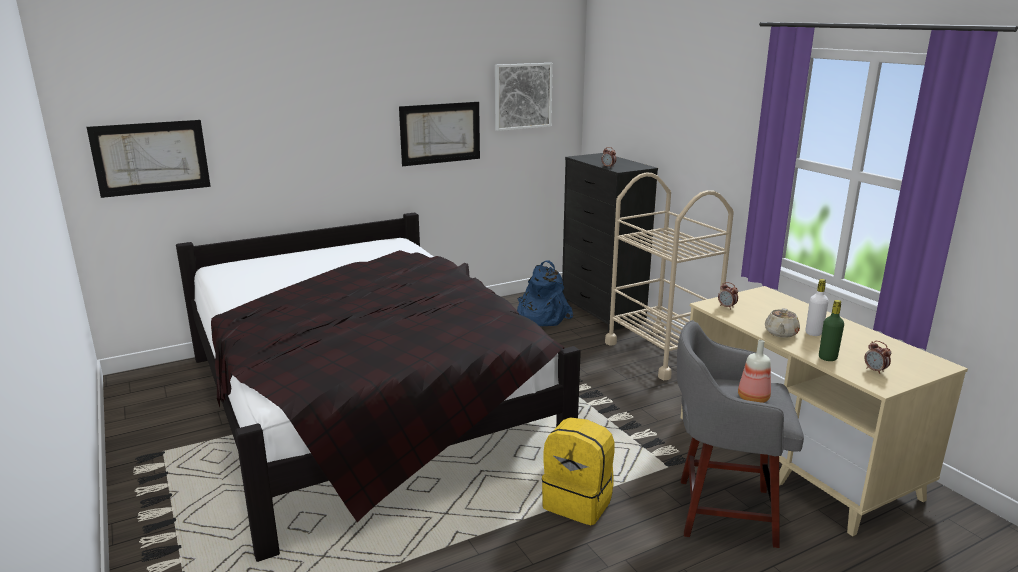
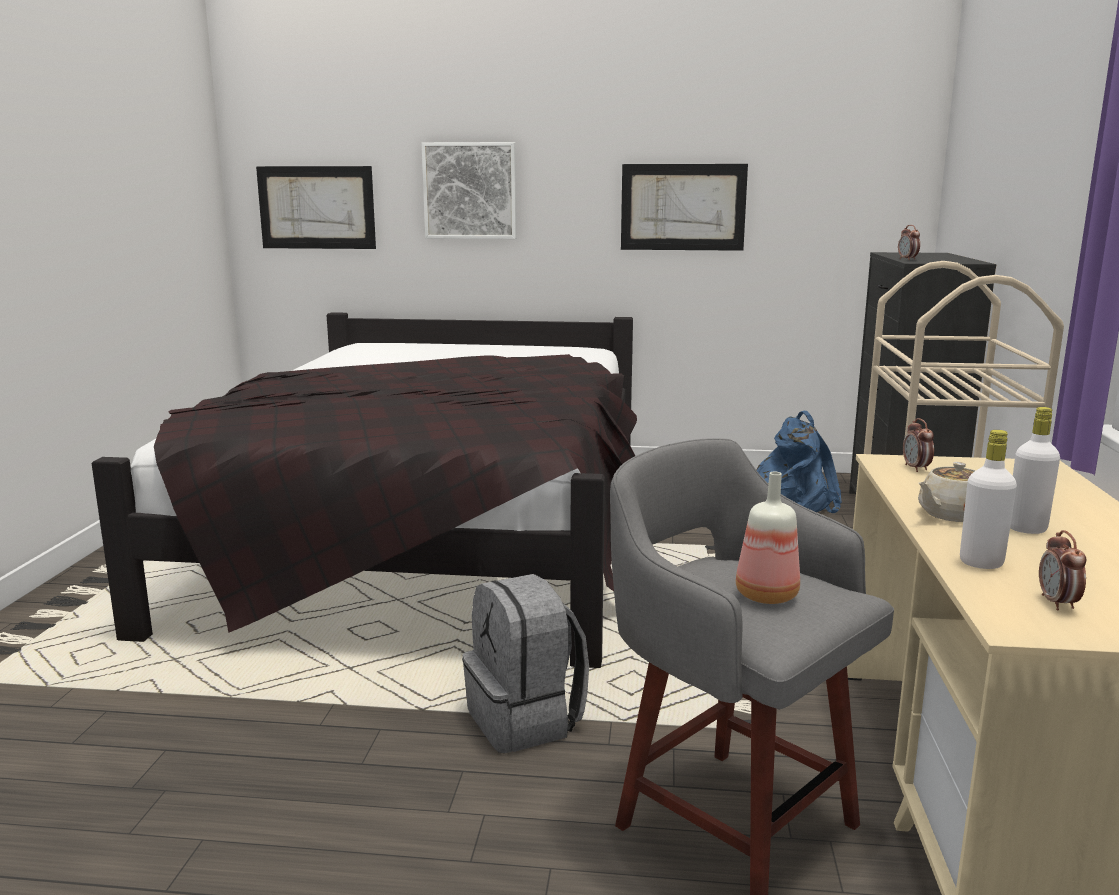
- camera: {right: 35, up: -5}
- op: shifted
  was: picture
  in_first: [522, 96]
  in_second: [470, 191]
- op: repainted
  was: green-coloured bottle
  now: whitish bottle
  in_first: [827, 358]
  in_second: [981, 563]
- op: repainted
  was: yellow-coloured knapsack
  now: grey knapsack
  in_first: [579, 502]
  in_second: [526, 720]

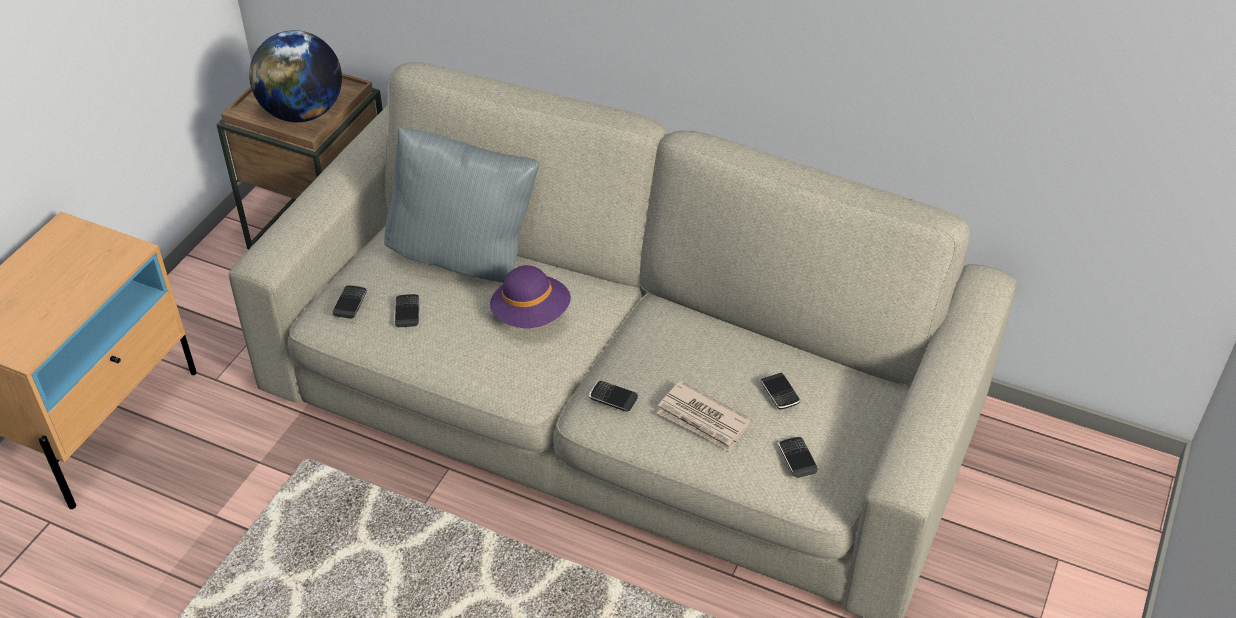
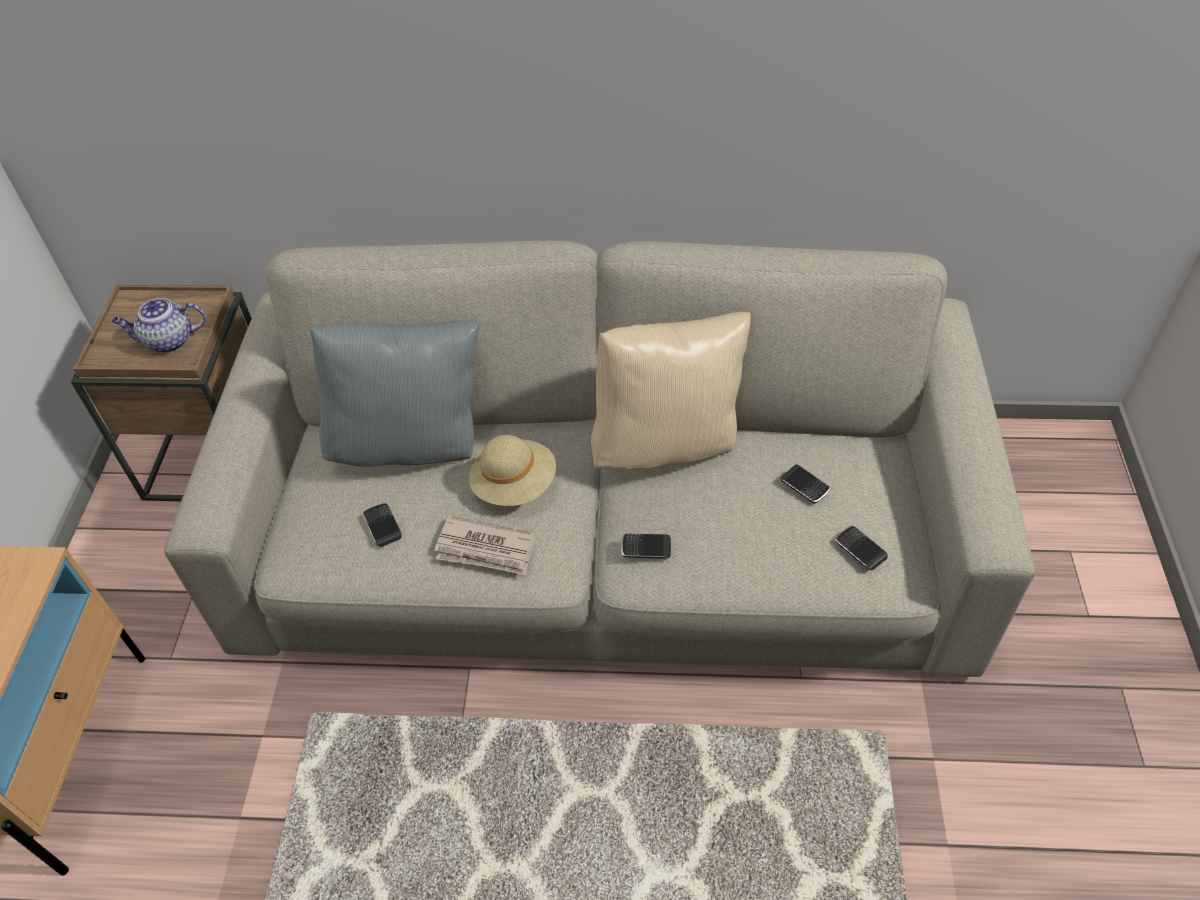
- camera: {right: -20, up: 5}
- op: swapped
  was: globe
  now: tea pot
  in_first: [302, 113]
  in_second: [168, 341]
- op: repainted
  was: purplish hat
  now: beige-coloured hat
  in_first: [531, 315]
  in_second: [514, 485]
- op: gone
  was: handset
  in_first: [350, 303]
- op: shifted
  was: daily paper
  in_first: [703, 419]
  in_second: [486, 549]
- op: new
  now: beige-coloured throw pillow
  in_second: [667, 444]

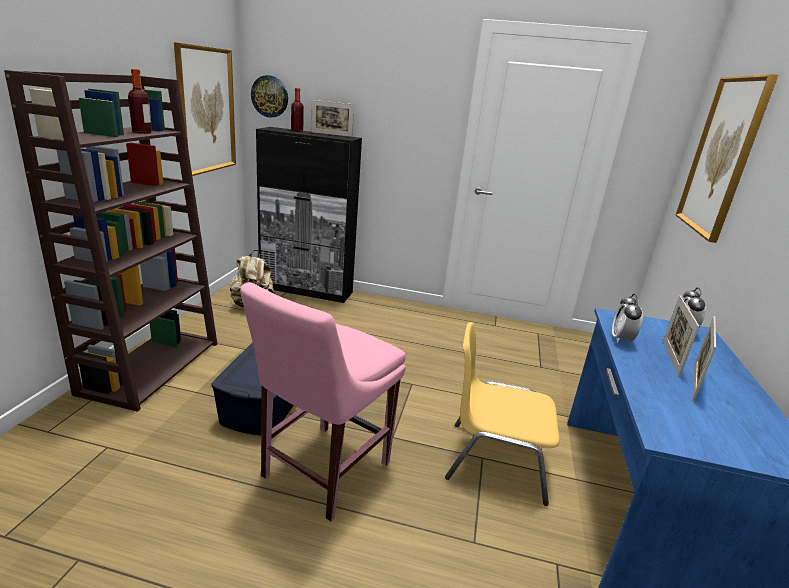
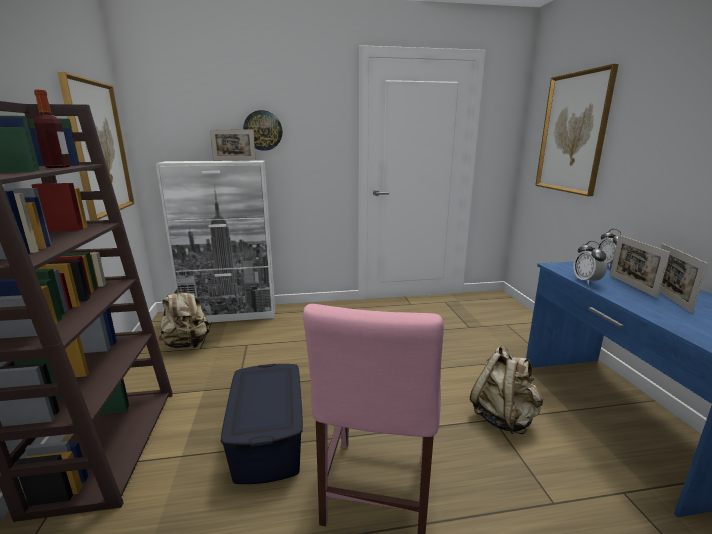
- camera: {right: -20, up: -5}
- op: shifted
  was: clock on the wall
  in_first: [270, 96]
  in_second: [263, 130]
- op: gone
  was: bottle
  in_first: [297, 130]
- op: repainted
  was: blackish cabinet
  now: whitish cabinet
  in_first: [306, 290]
  in_second: [231, 315]
- op: swapped
  was: yellow-coloured chair
  now: beige-coloured knapsack
  in_first: [494, 459]
  in_second: [503, 417]

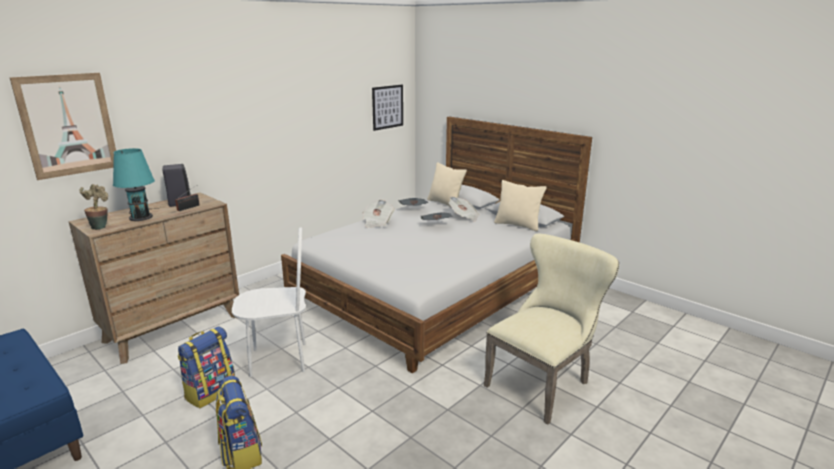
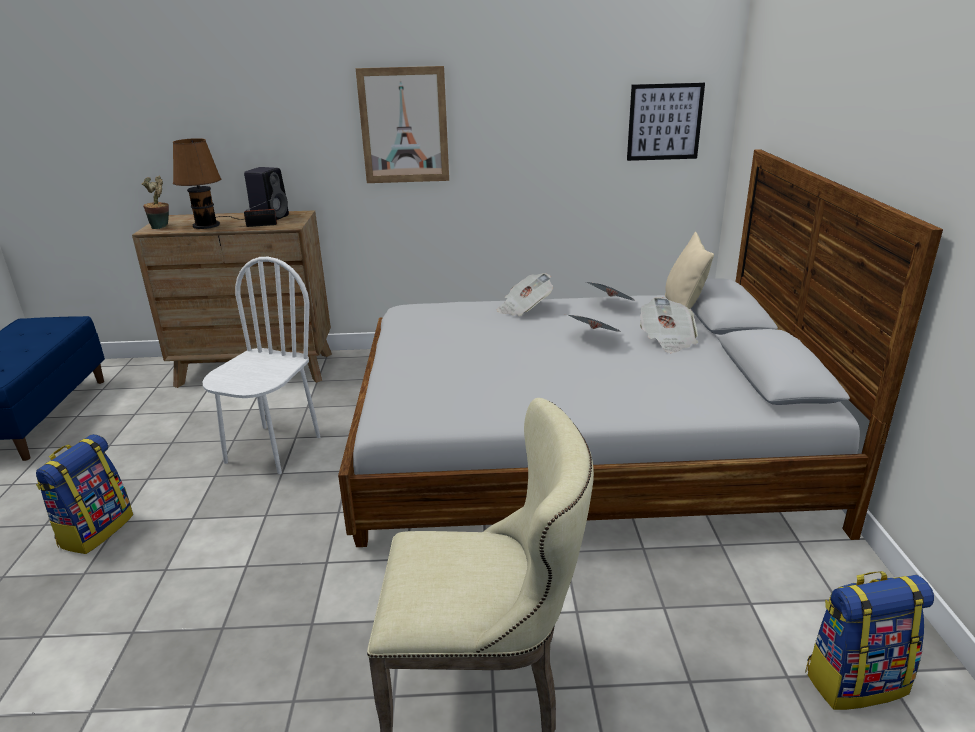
- camera: {right: 45, up: 5}
- op: shifted
  was: picture
  in_first: [68, 125]
  in_second: [404, 126]
- op: repainted
  was: blue-green tabletop lamp
  now: brownish tabletop lamp
  in_first: [141, 216]
  in_second: [208, 224]
- op: gone
  was: beige-coloured throw pillow
  in_first: [518, 225]
- op: rotated
  was: whitish chair
  in_first: [278, 360]
  in_second: [272, 449]
  clockwise: -105
- op: shifted
  was: knapsack
  in_first: [210, 392]
  in_second: [855, 680]

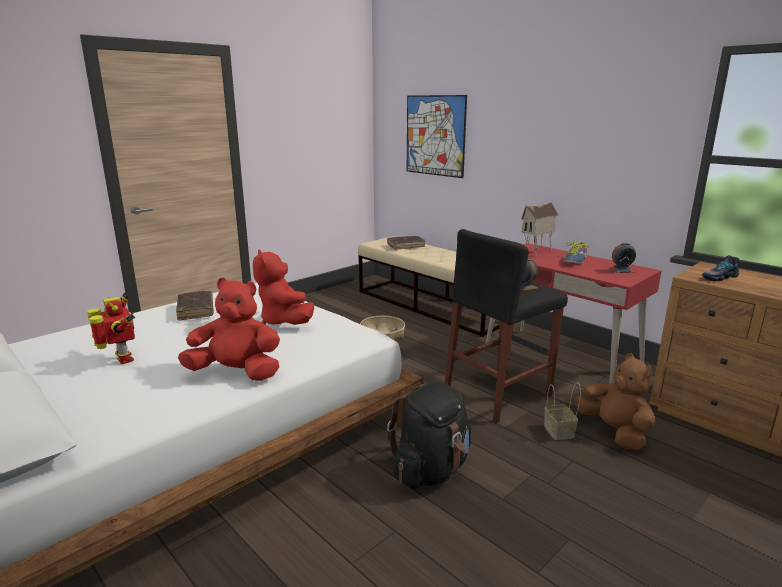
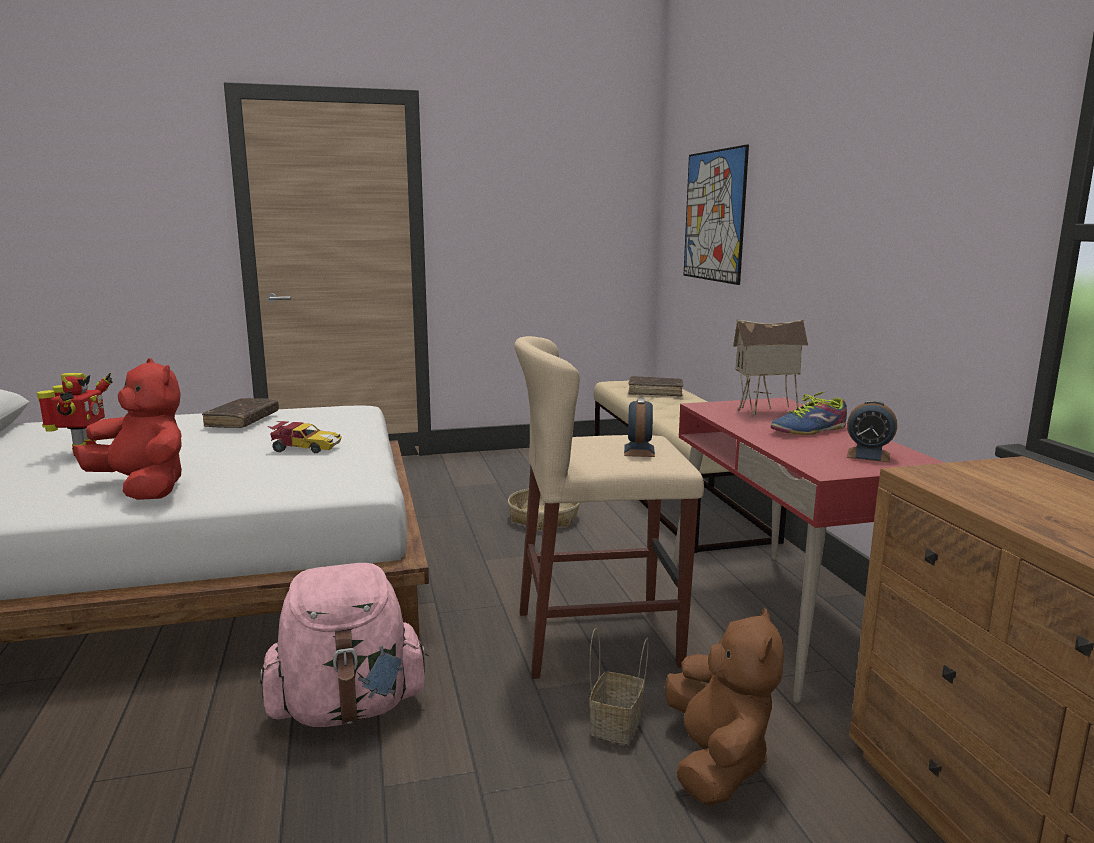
- camera: {right: 30, up: -5}
- op: repainted
  was: blackish sitting stool
  now: beige-coloured sitting stool
  in_first: [498, 393]
  in_second: [598, 638]
- op: swapped
  was: reddish cuddly toy
  now: model car
  in_first: [284, 321]
  in_second: [304, 448]
- op: gone
  was: low shoe
  in_first: [719, 277]
- op: repainted
  was: blackish knapsack
  now: pink-coloured knapsack
  in_first: [431, 470]
  in_second: [348, 708]

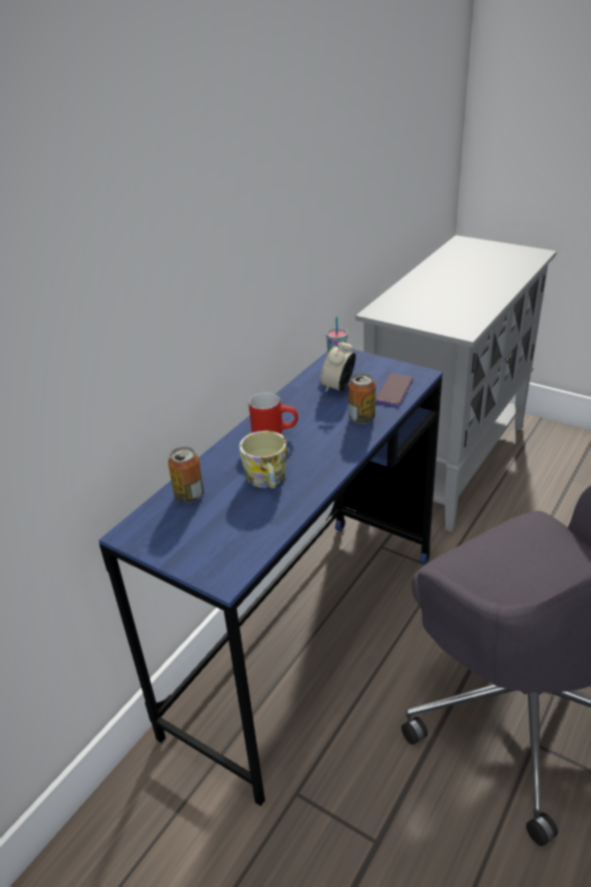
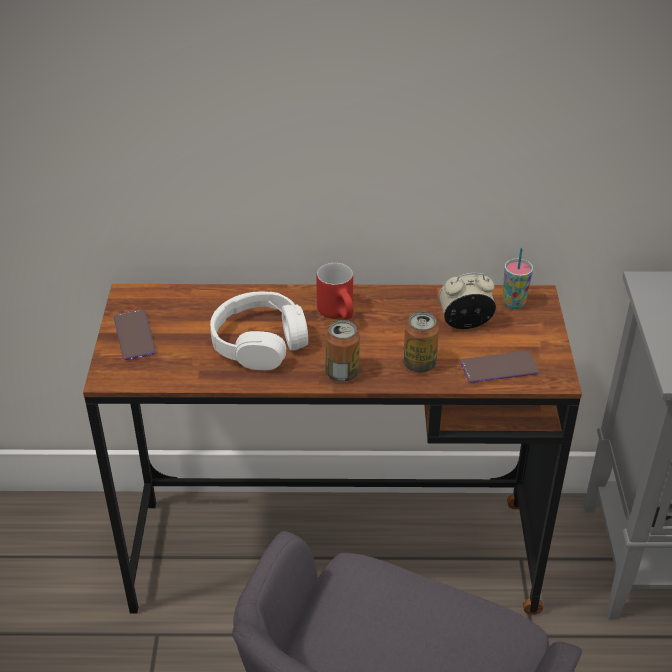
- camera: {right: 55, up: 5}
- op: repainted
  was: blue-coloured desk table
  now: brownish desk table
  in_first: [307, 640]
  in_second: [334, 556]
- op: swapped
  was: tea mug
  now: whitish headset
  in_first: [267, 480]
  in_second: [260, 342]
- op: shifted
  was: can
  in_first: [189, 495]
  in_second: [342, 373]
- op: new
  now: handset
  in_second: [134, 335]

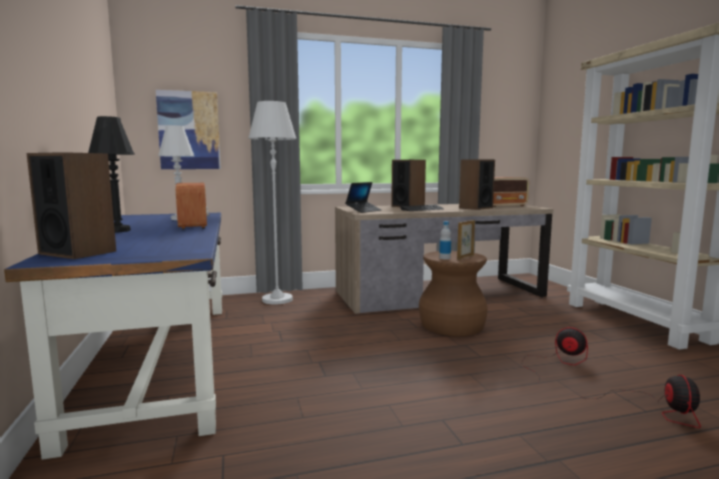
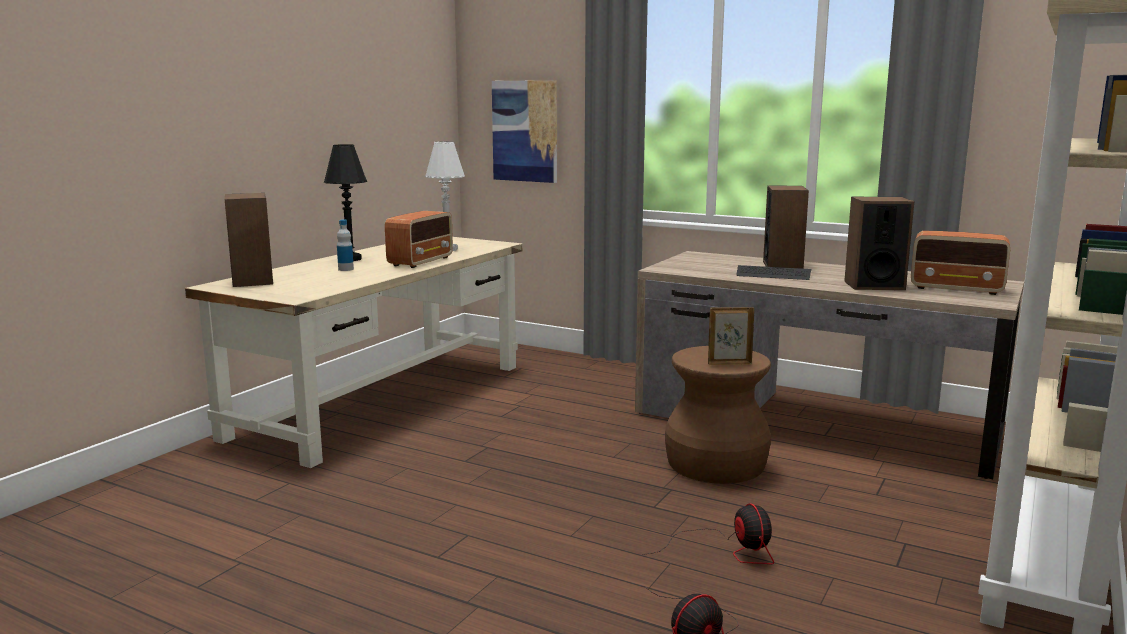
- camera: {right: 45, up: 5}
- op: gone
  was: whitish standing lamp
  in_first: [277, 299]
- op: gone
  was: portable computer
  in_first: [363, 211]
- op: repainted
  was: blue-coloured desk table
  now: beige-coloured desk table
  in_first: [161, 359]
  in_second: [382, 399]
- op: shifted
  was: bottle
  in_first: [444, 258]
  in_second: [346, 269]

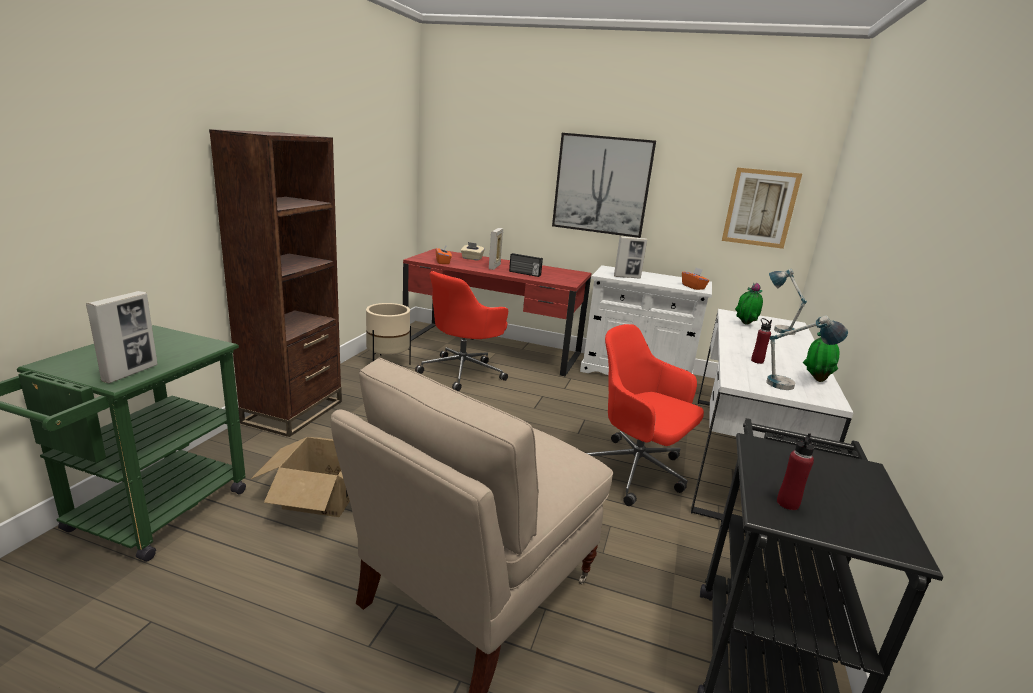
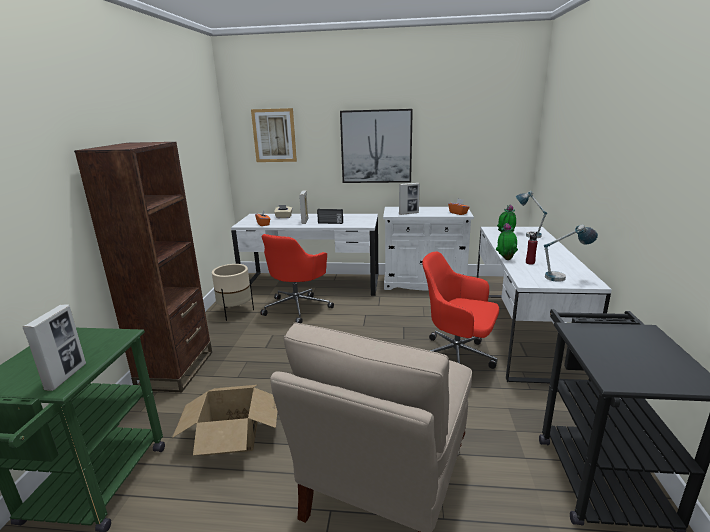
- camera: {right: -10, up: 0}
- op: shifted
  was: picture
  in_first: [760, 208]
  in_second: [274, 135]
- op: repainted
  was: reddish desk table
  now: whitish desk table
  in_first: [492, 348]
  in_second: [311, 283]
- op: shifted
  was: plant in a pot
  in_first: [816, 379]
  in_second: [505, 259]
- op: gone
  was: reddish bottle
  in_first: [787, 503]

